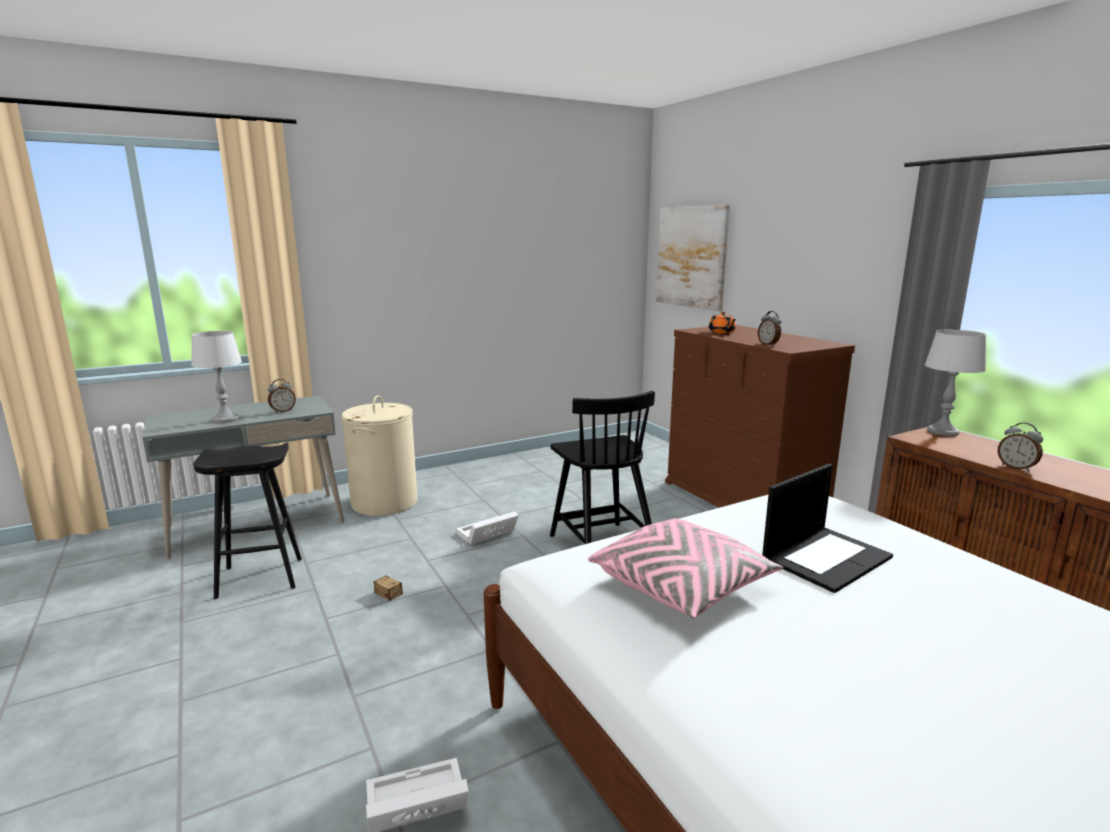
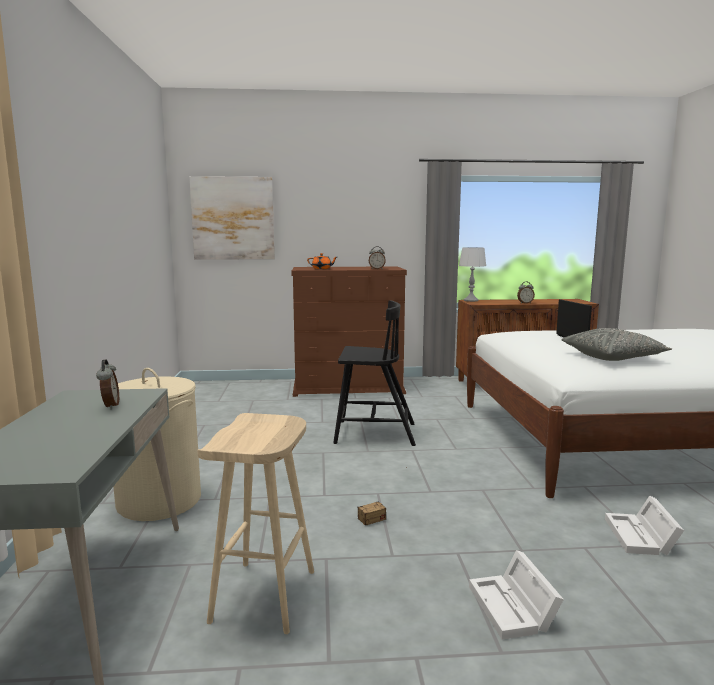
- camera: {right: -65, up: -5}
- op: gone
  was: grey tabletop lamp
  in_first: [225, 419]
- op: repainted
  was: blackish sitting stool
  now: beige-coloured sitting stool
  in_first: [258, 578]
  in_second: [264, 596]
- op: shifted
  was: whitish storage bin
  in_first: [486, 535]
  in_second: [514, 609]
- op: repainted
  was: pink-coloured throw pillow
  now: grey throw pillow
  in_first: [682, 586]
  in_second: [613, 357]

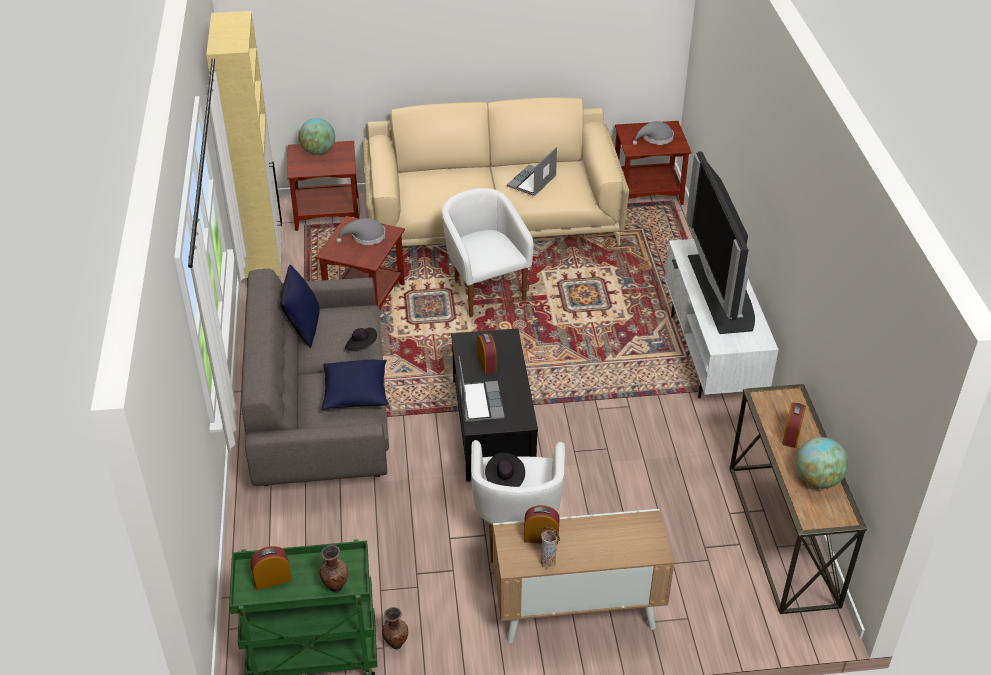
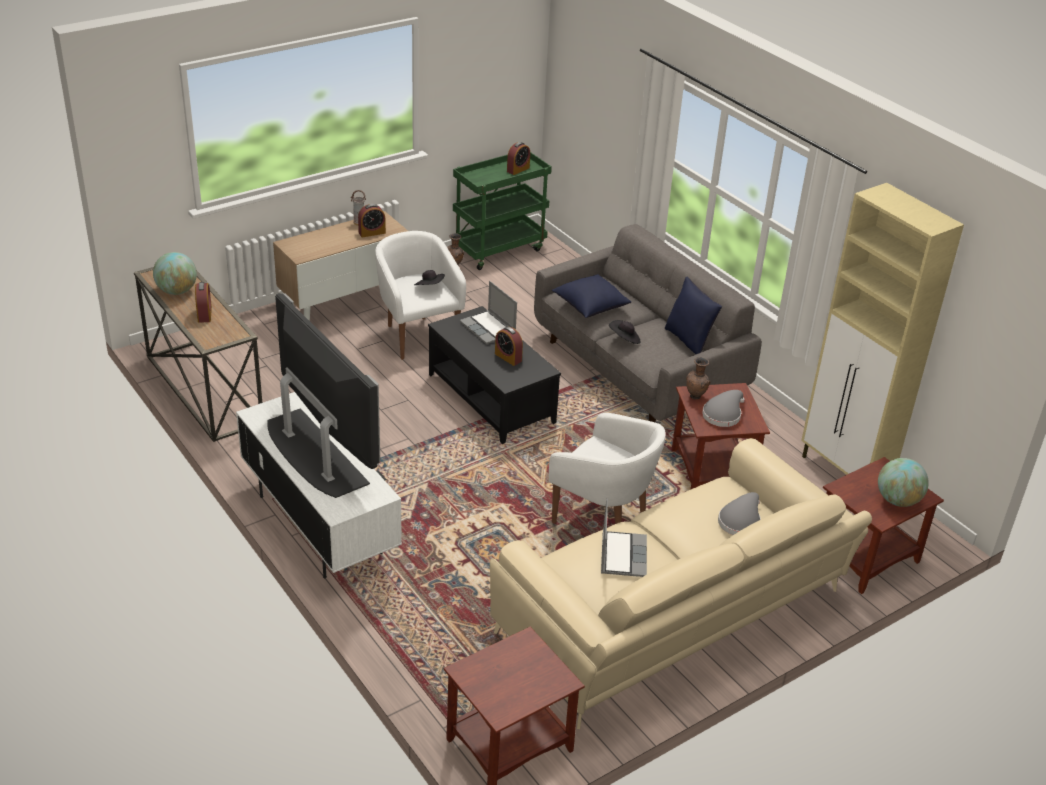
- camera: {right: 150, up: -5}
- op: shifted
  was: grey hat
  in_first: [655, 138]
  in_second: [740, 521]
- op: shifted
  was: brownish flower vase
  in_first: [335, 586]
  in_second: [696, 397]

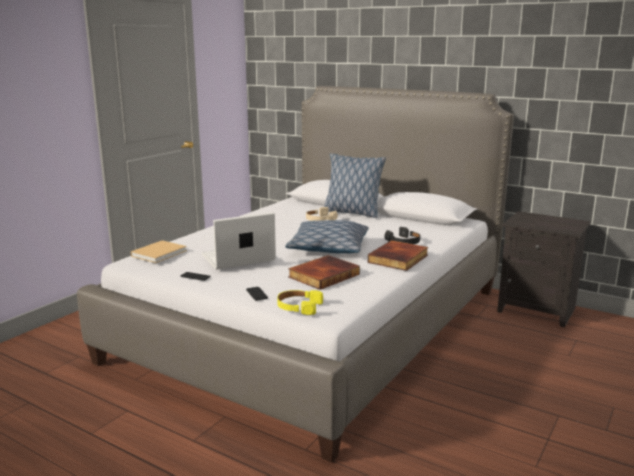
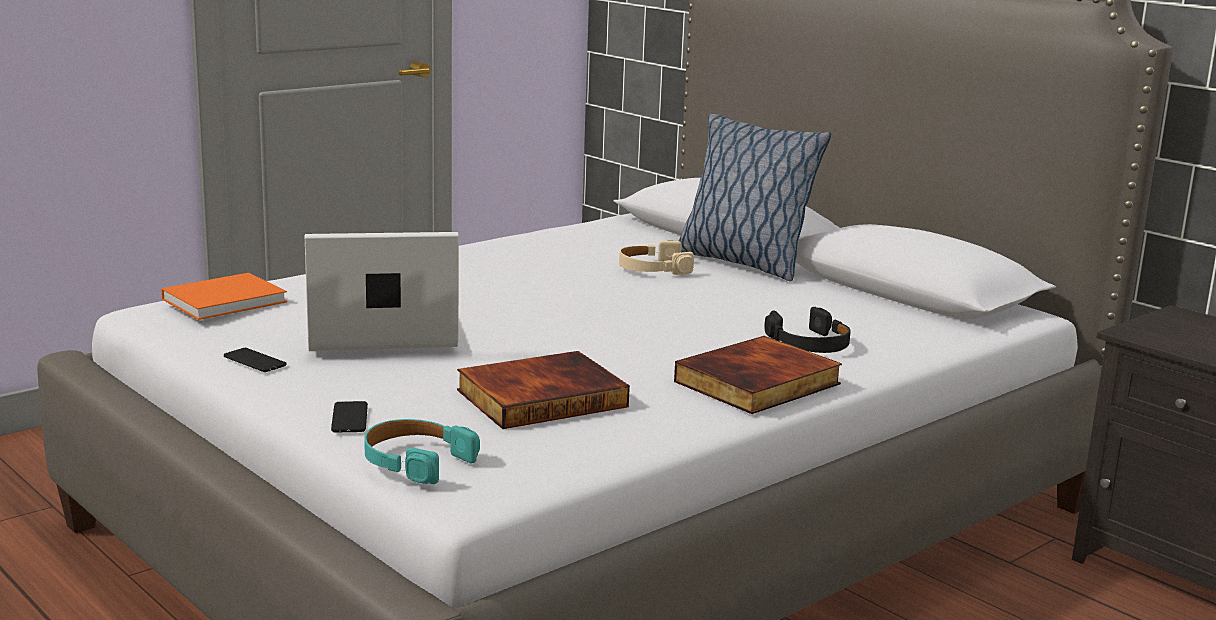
- camera: {right: 15, up: 0}
- op: gone
  was: throw pillow
  in_first: [328, 248]
- op: repainted
  was: beige-coloured volume
  now: orange-coloured volume
  in_first: [160, 253]
  in_second: [228, 300]
- op: repainted
  was: yellow-coloured headset
  now: blue-green headset
  in_first: [298, 307]
  in_second: [416, 461]

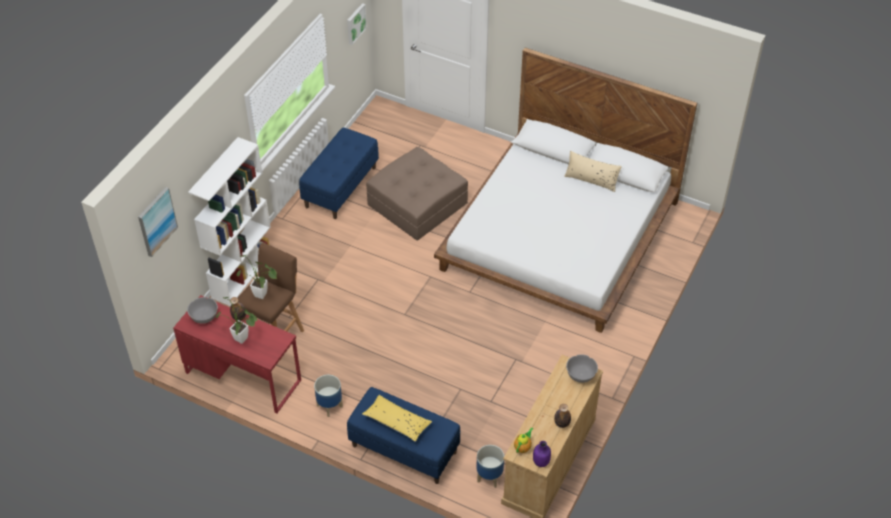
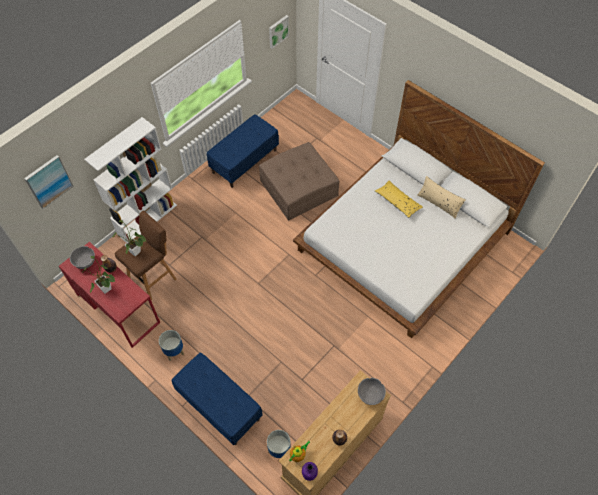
- camera: {right: 15, up: 10}
- op: shifted
  was: yellow-coloured throw pillow
  in_first: [397, 422]
  in_second: [398, 202]

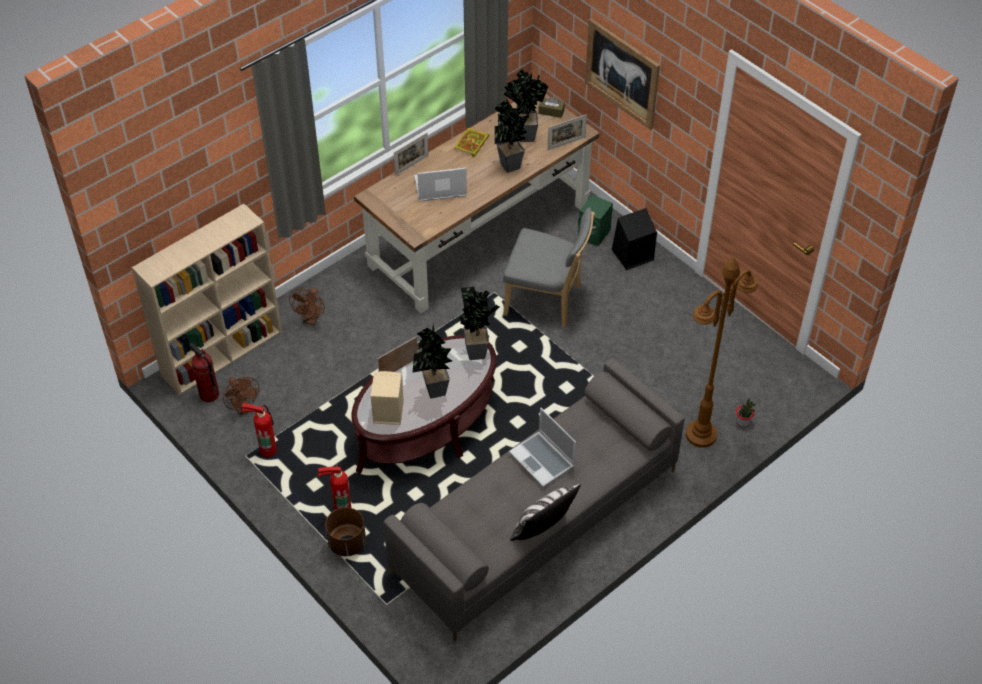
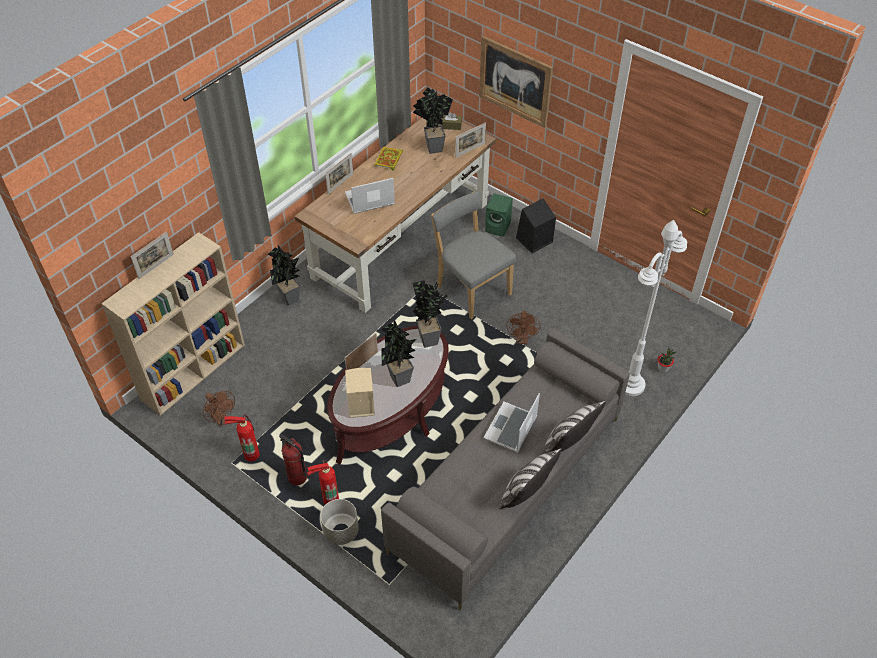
- camera: {right: -10, up: 0}
- op: shifted
  was: plant in a pot
  in_first: [510, 168]
  in_second: [290, 301]
- op: rotated
  was: grey chair
  in_first: [546, 301]
  in_second: [471, 288]
  clockwise: -135
- op: repainted
  was: brownish standing lamp
  now: whitish standing lamp
  in_first: [701, 435]
  in_second: [631, 385]
- op: shifted
  was: brownish cooling fan
  in_first: [311, 319]
  in_second: [522, 339]
- op: shifted
  was: extinguisher
  in_first: [209, 395]
  in_second: [297, 477]
- op: rotated
  was: portable computer
  in_first: [543, 460]
  in_second: [511, 429]
  clockwise: 75
- op: repainted
  was: brownish planter
  now: grey planter
  in_first: [347, 543]
  in_second: [341, 531]
- op: new
  now: picture frame
  in_second: [156, 266]
- op: new
  now: throw pillow
  in_second: [568, 443]

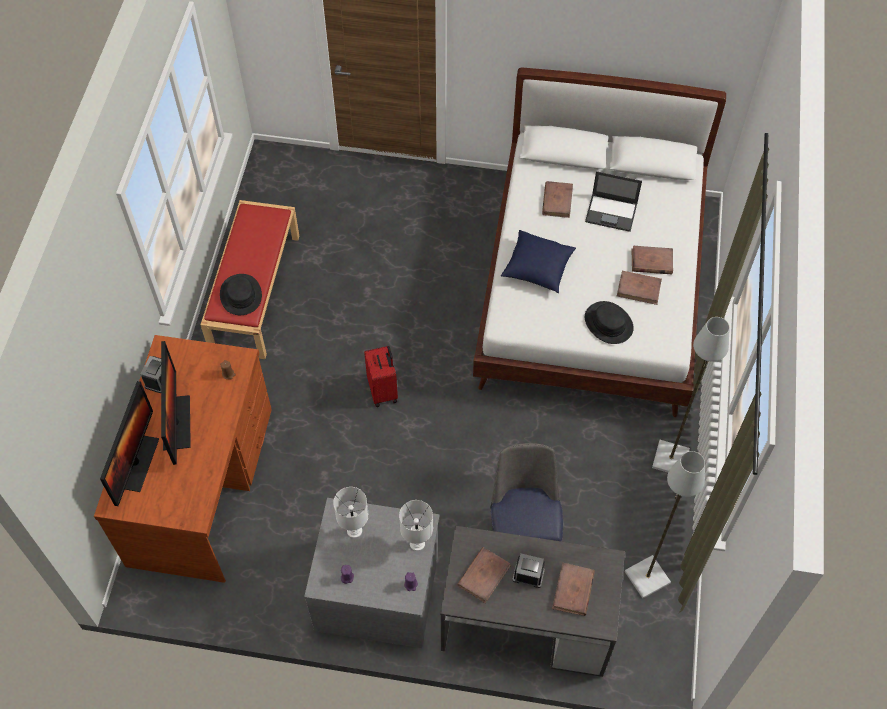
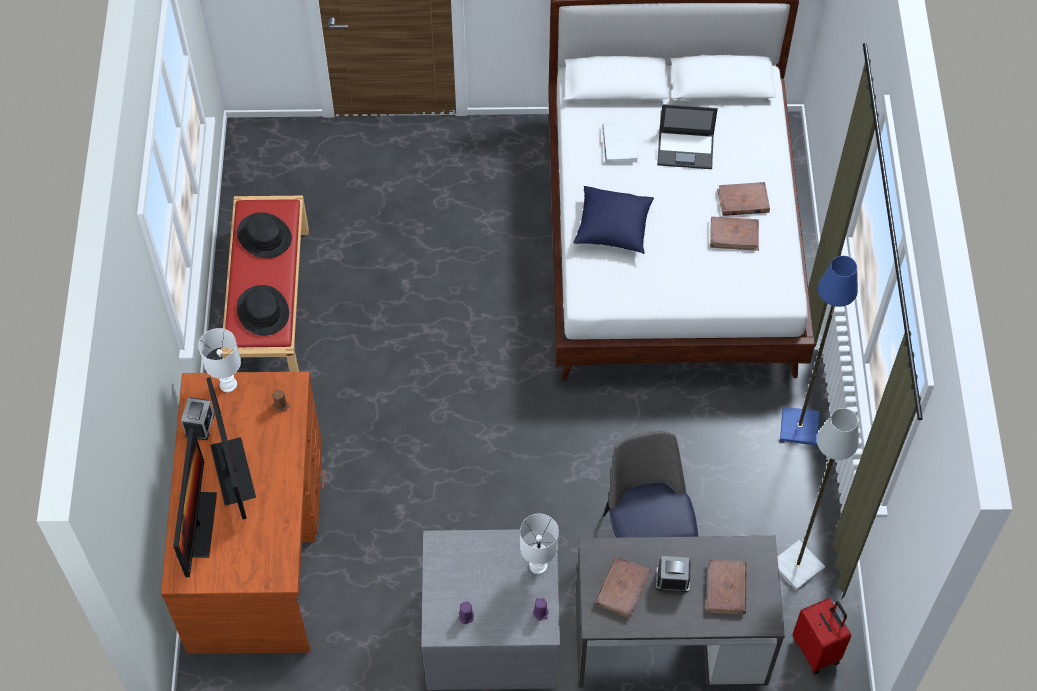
- camera: {right: -10, up: 0}
- op: repainted
  was: brownish volume
  now: whitish volume
  in_first: [557, 201]
  in_second: [620, 144]
- op: shifted
  was: blackish hat
  in_first: [608, 323]
  in_second: [264, 236]
- op: repainted
  was: grey standing lamp
  now: blue-coloured standing lamp
  in_first: [671, 459]
  in_second: [800, 427]
- op: shifted
  was: reddish suitcase
  in_first: [383, 391]
  in_second: [817, 650]
- op: shifted
  was: whitish tabletop lamp
  in_first: [355, 530]
  in_second: [229, 384]

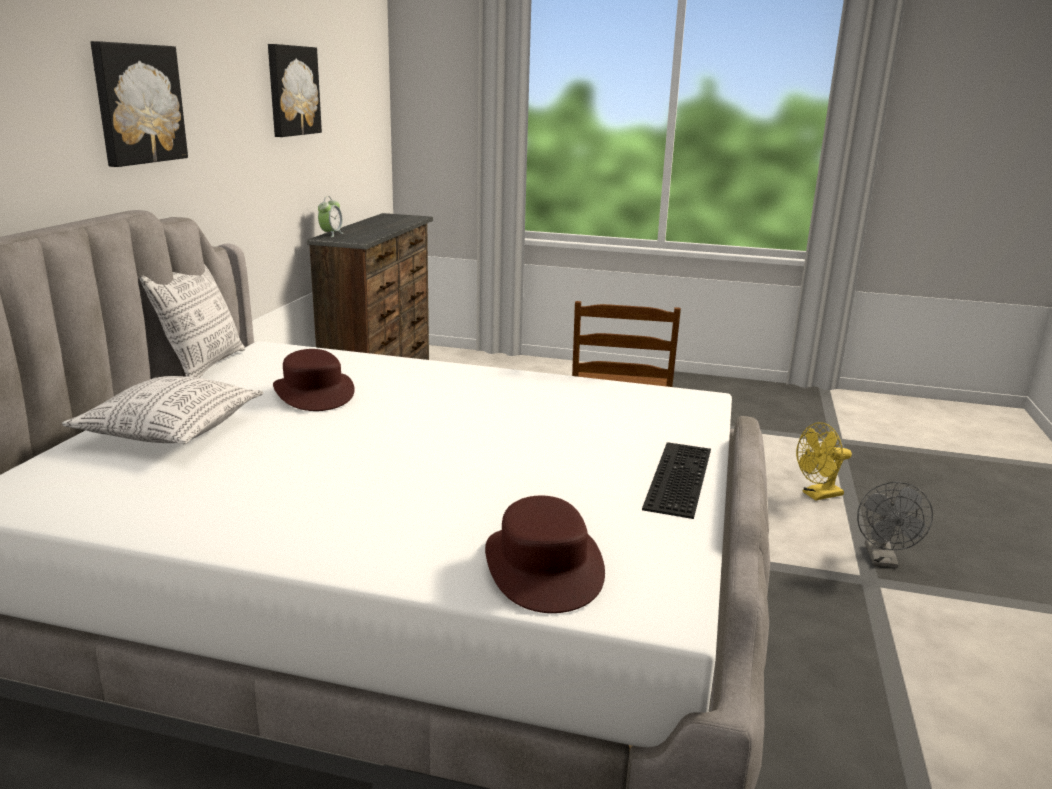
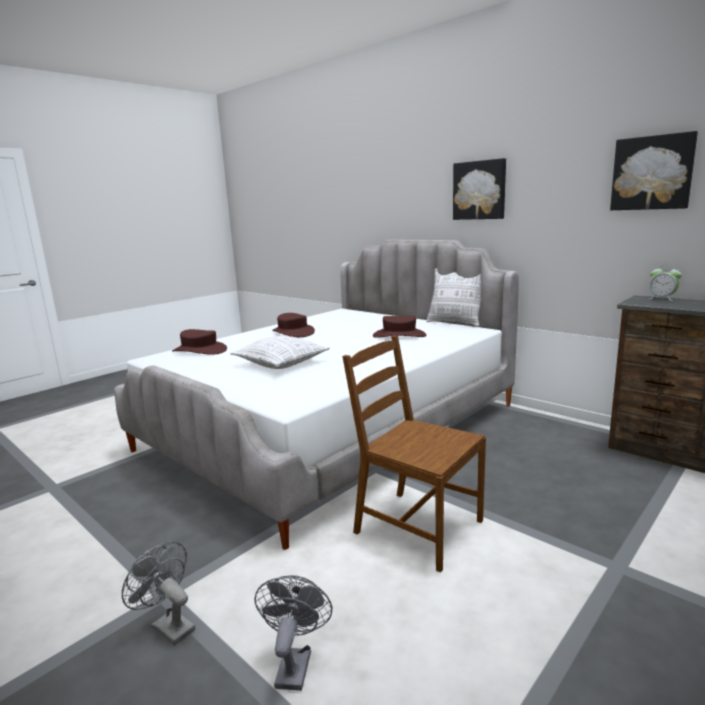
- camera: {right: 120, up: -5}
- op: shifted
  was: throw pillow
  in_first: [171, 430]
  in_second: [281, 363]
- op: repainted
  was: yellow-coloured cooling fan
  now: grey cooling fan
  in_first: [818, 495]
  in_second: [294, 663]
- op: gone
  was: PC keyboard
  in_first: [676, 476]
- op: new
  now: brownish hat
  in_second: [293, 332]

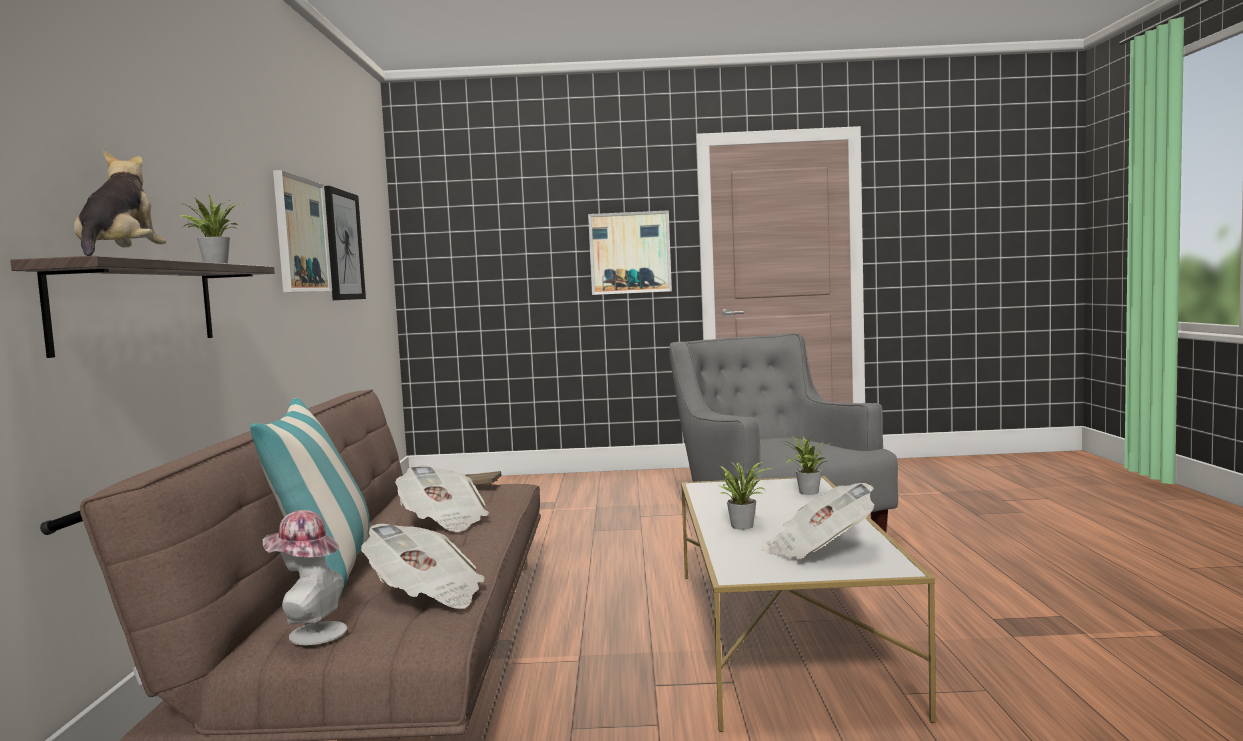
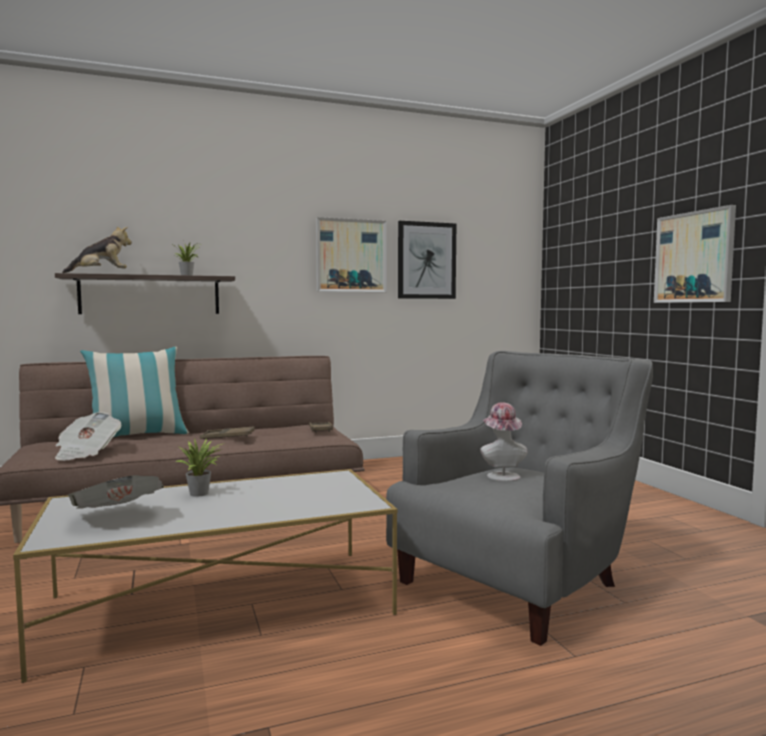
- camera: {right: 70, up: 0}
- op: gone
  was: plant in a pot
  in_first: [806, 493]
- op: swapped
  was: daily paper
  now: brownish serving tray
  in_first: [444, 521]
  in_second: [227, 437]
- op: shifted
  was: hat
  in_first: [310, 633]
  in_second: [501, 475]

